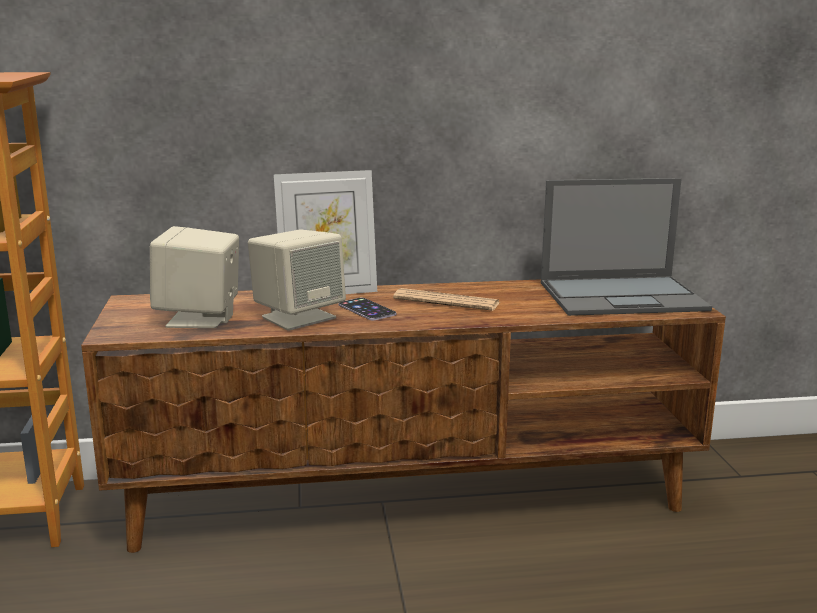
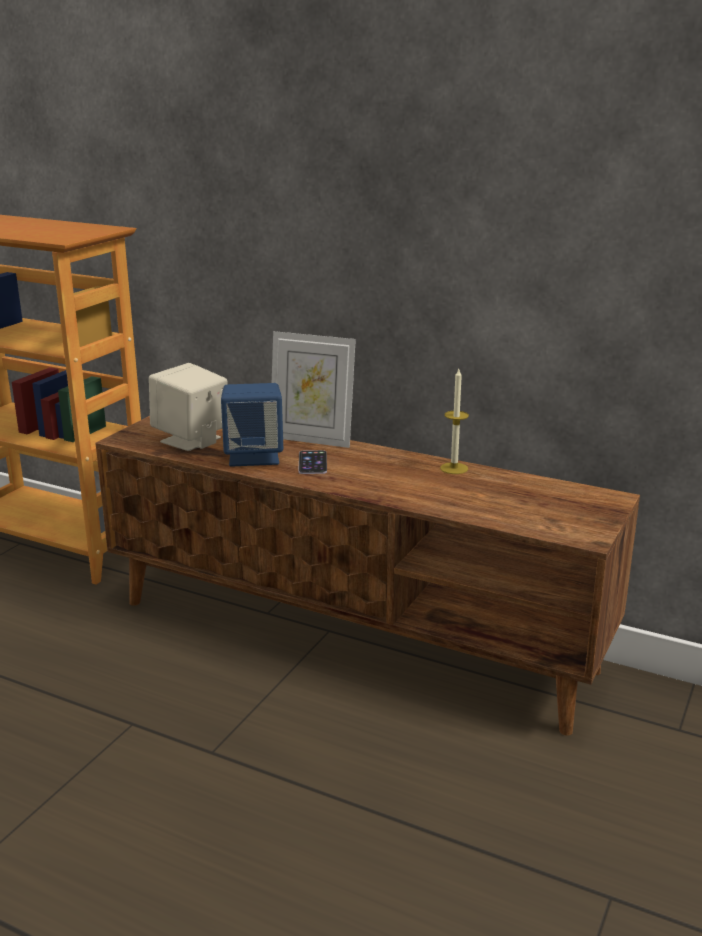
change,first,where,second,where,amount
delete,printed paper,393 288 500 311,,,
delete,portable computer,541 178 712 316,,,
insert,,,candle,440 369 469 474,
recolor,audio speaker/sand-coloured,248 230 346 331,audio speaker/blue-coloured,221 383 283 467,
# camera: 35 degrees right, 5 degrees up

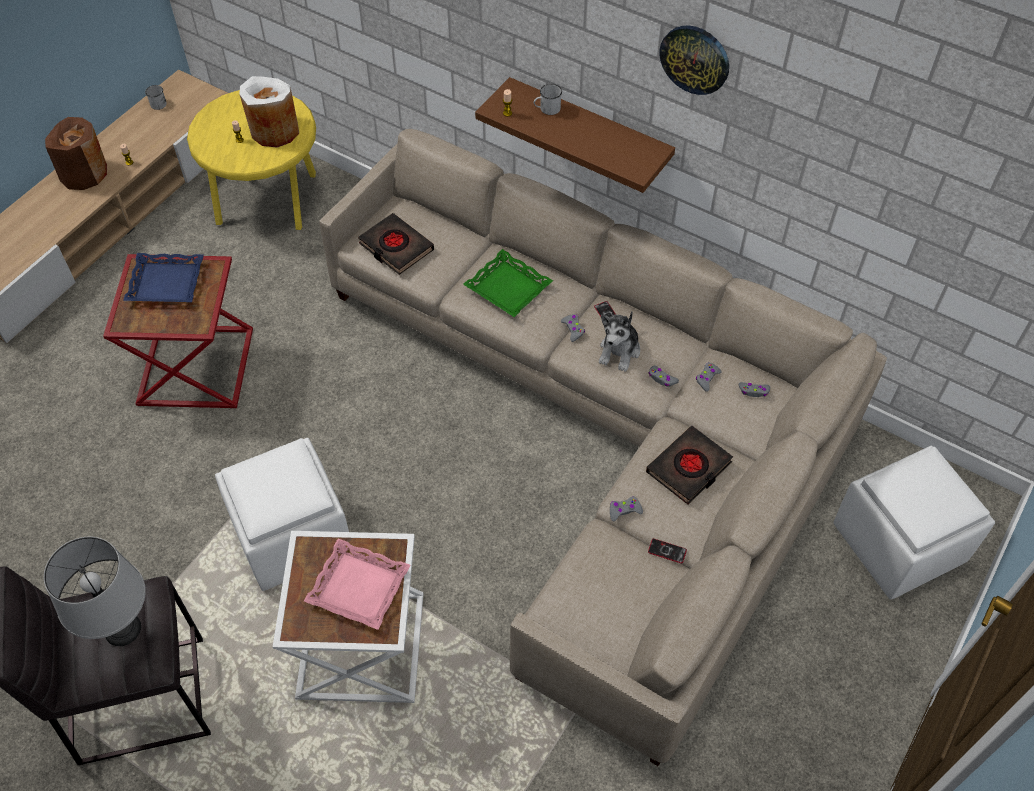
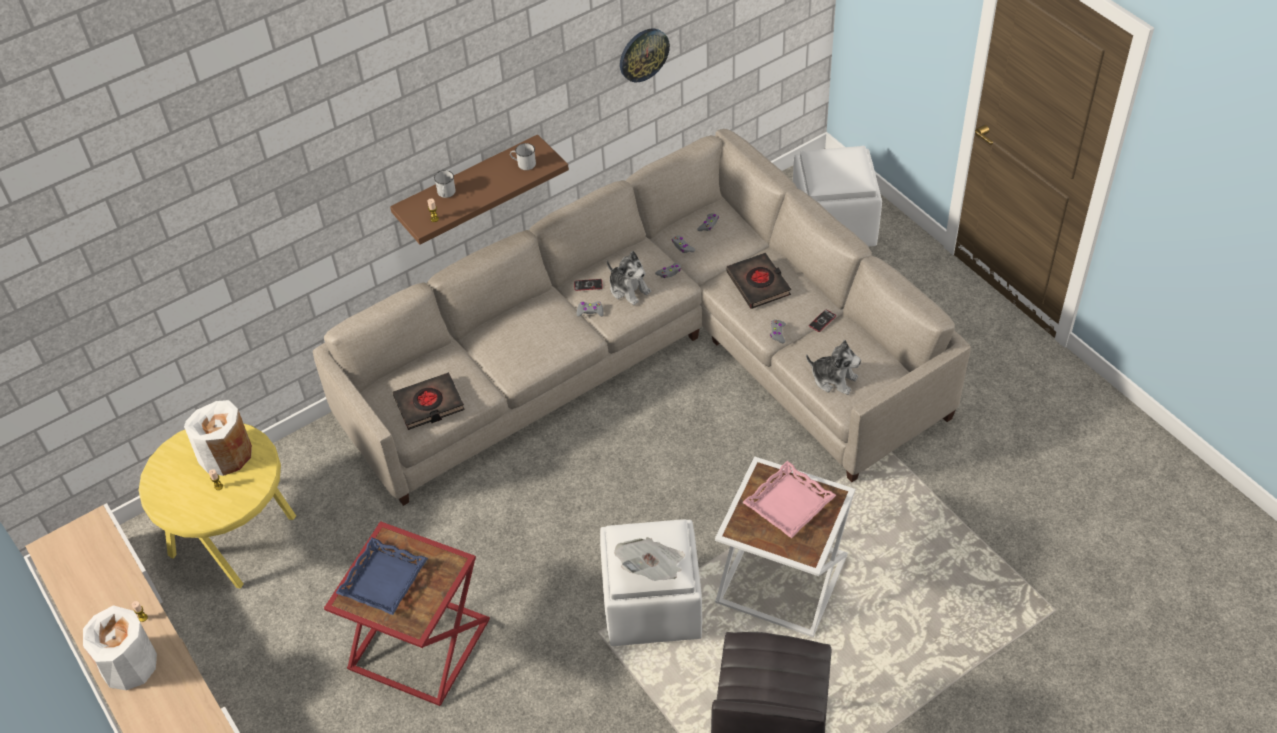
change,first,where,second,where,amount
delete,tabletop lamp/grey,44 537 146 646,,,
delete,serving tray/greenish,463 249 553 317,,,
insert,,,printed paper,614 537 685 581,
insert,,,cuddly toy,806 340 861 395,
move,mug/white,145 85 167 110,,510 143 536 170,
move,wall clock,659 26 729 95,,620 29 670 82,
recolor,decorative vase/brown,45 117 107 190,decorative vase/white,83 605 157 690,
# camera: 65 degrees left, 5 degrees down

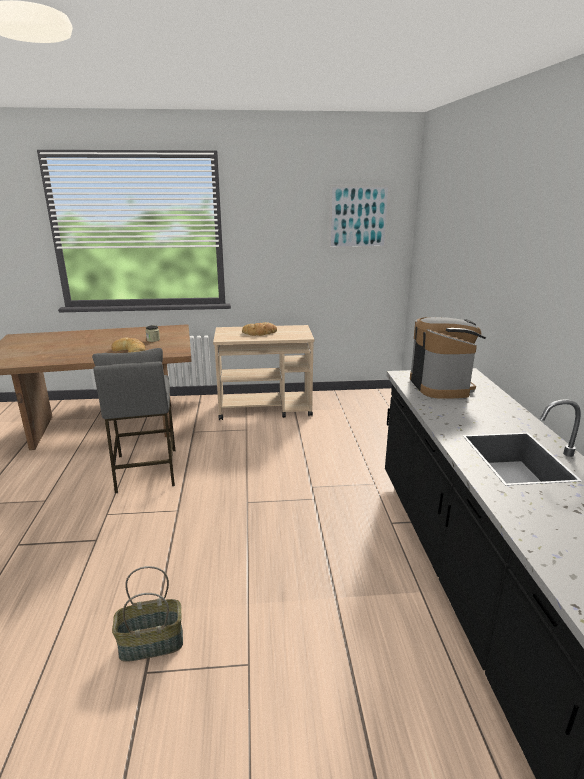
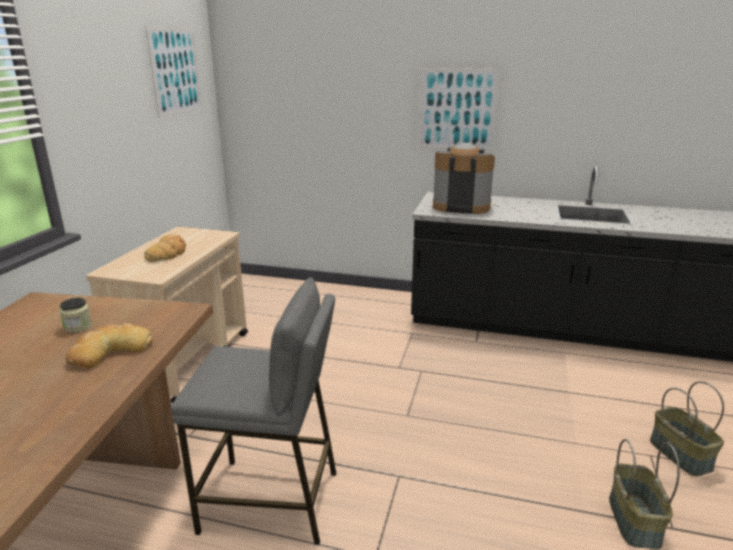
change,first,where,second,where,amount
insert,,,wall picture,417 68 501 151,
insert,,,storage basket,650 381 724 476,
# camera: 70 degrees left, 0 degrees up

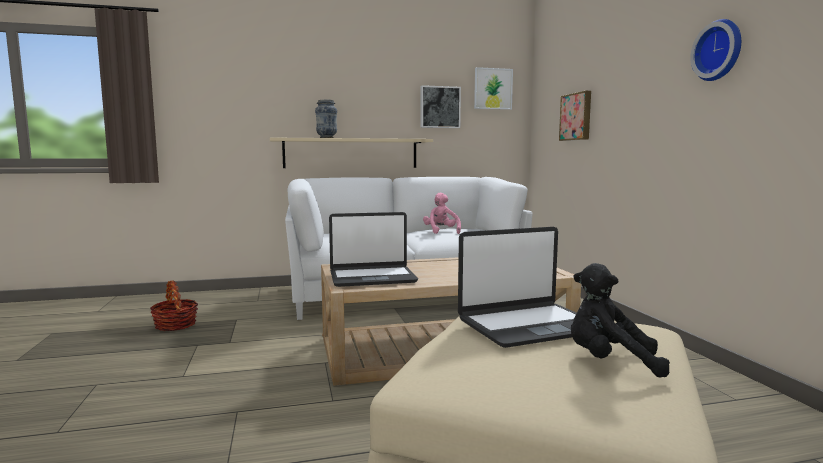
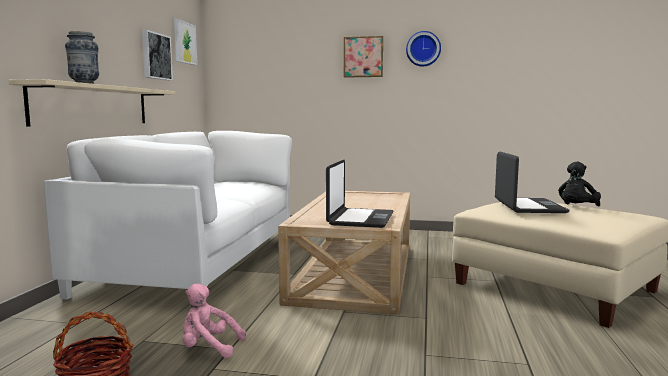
change,first,where,second,where,amount
move,cuddly toy/pinkish,423 193 461 234,,182 284 246 358,
move,wall picture,559 91 591 141,,344 36 383 78,
# camera: 65 degrees left, 0 degrees up

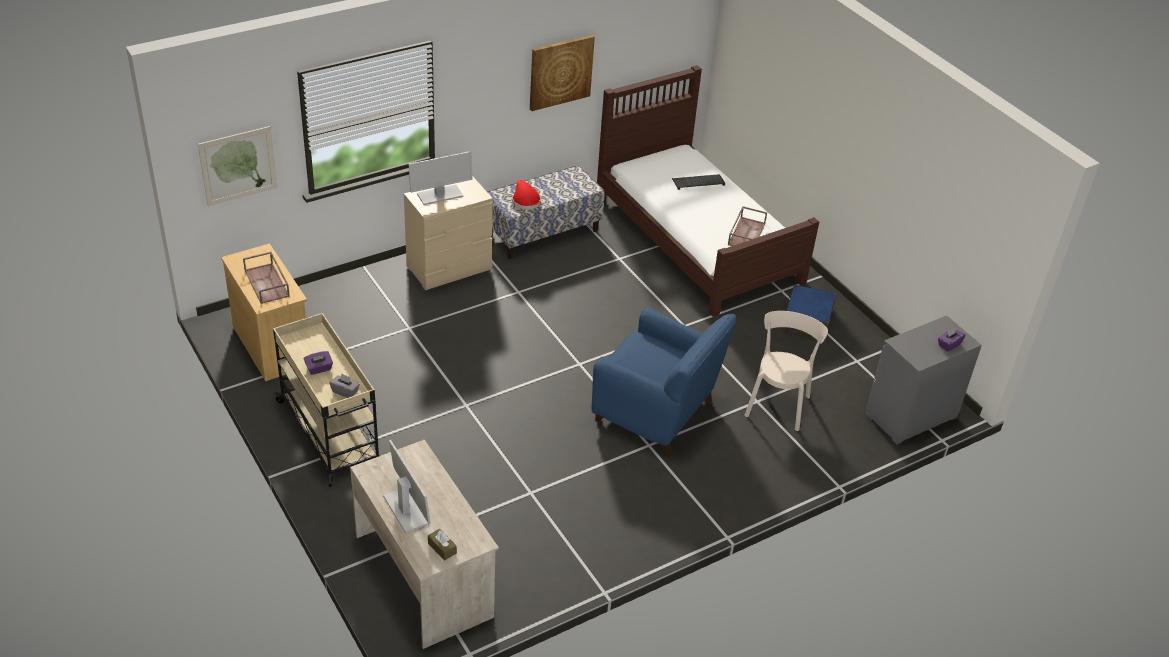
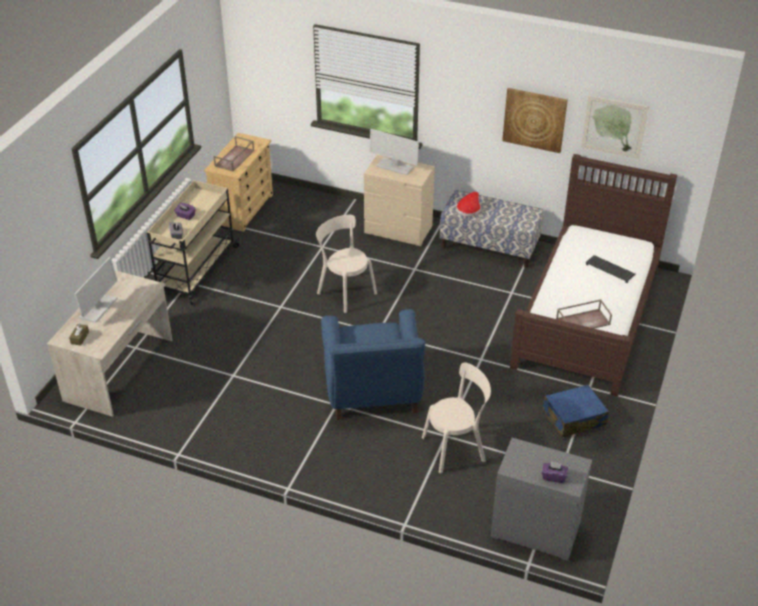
change,first,where,second,where,amount
insert,,,plain chair/sand-coloured,316 215 377 313,
move,wall picture,198 126 277 206,,581 96 649 159,
# camera: 55 degrees right, 0 degrees up

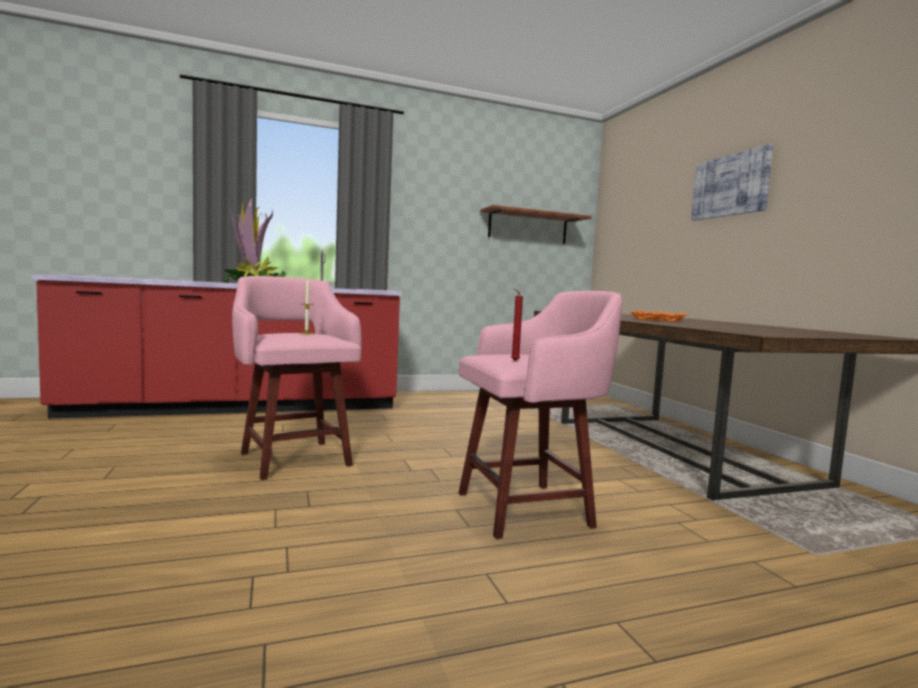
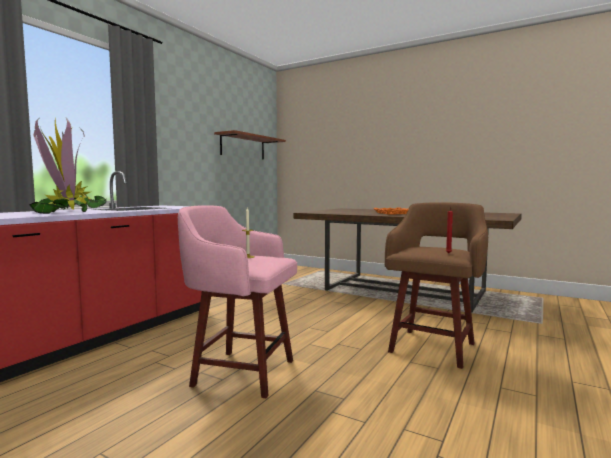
change,first,where,second,where,amount
delete,wall picture,691 144 773 221,,,
recolor,sitting stool/pinkish,459 291 622 539,sitting stool/brown,385 202 488 369,
# camera: 40 degrees left, 0 degrees up

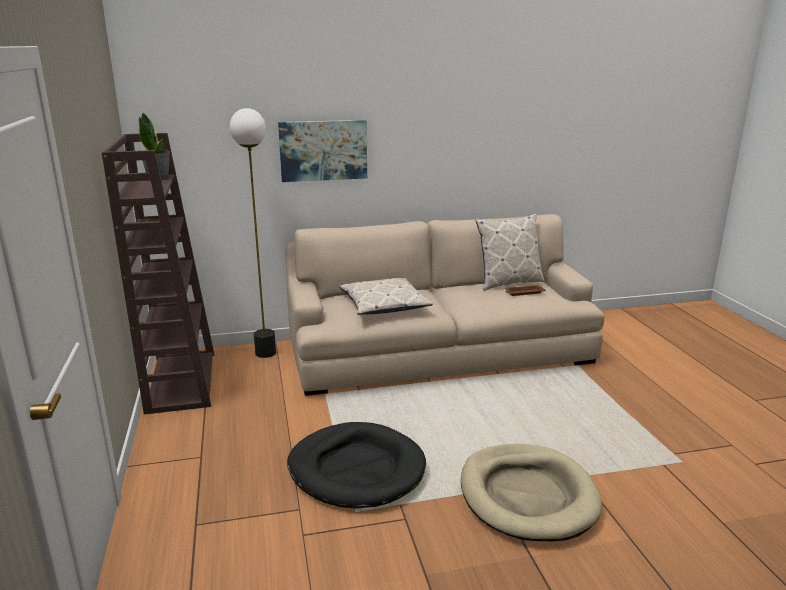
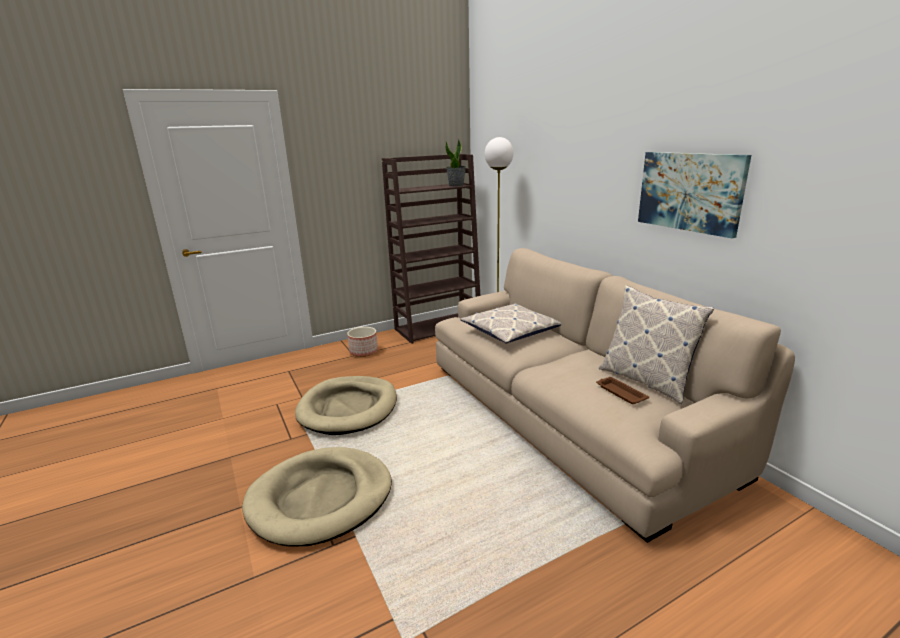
change,first,where,second,where,amount
insert,,,planter,347 327 378 357,
move,wall picture,278 120 367 182,,638 152 751 238,
recolor,dog bed/blackish,287 422 426 509,dog bed/sand-coloured,295 376 397 435,
# camera: 75 degrees right, 0 degrees up

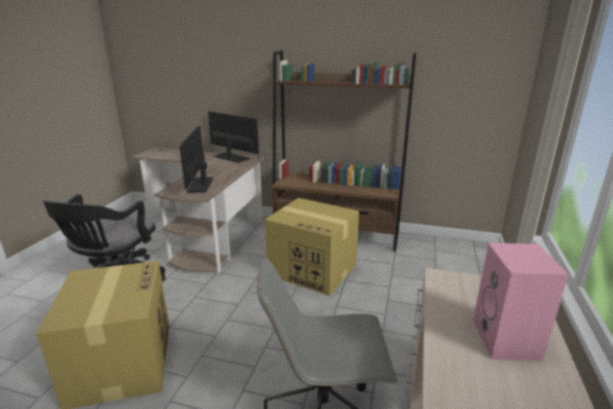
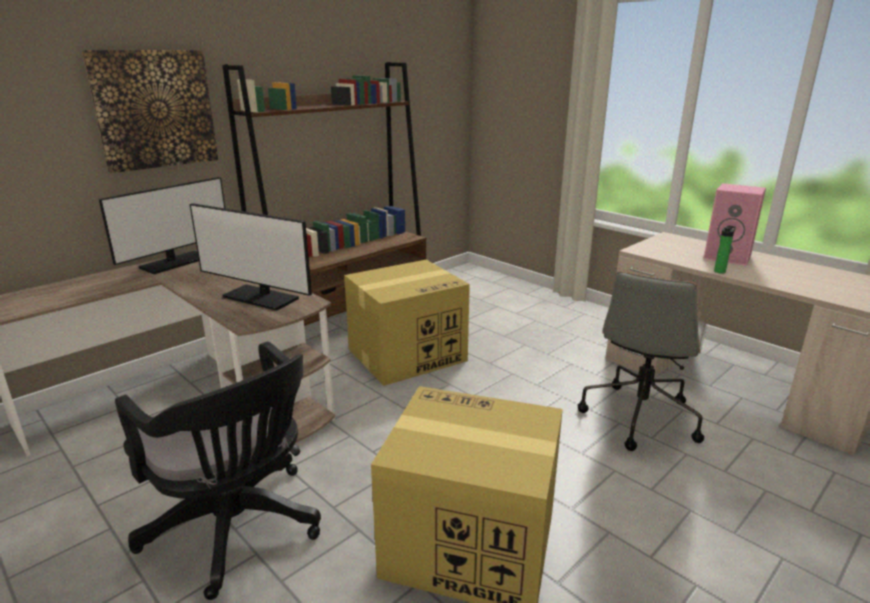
change,first,where,second,where,amount
insert,,,wall picture,82 50 218 173,
insert,,,drink bottle,714 226 736 274,
rotate,computer screen,208 111 259 163,,99 177 225 274,150 degrees clockwise
# camera: 60 degrees left, 0 degrees up

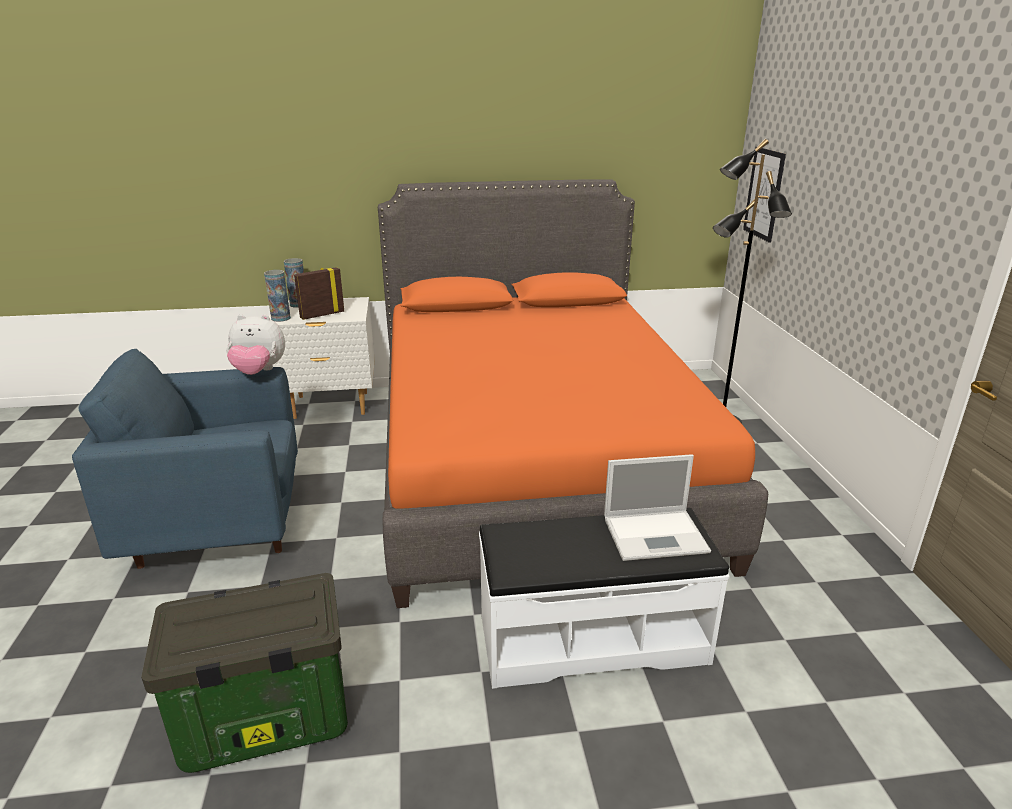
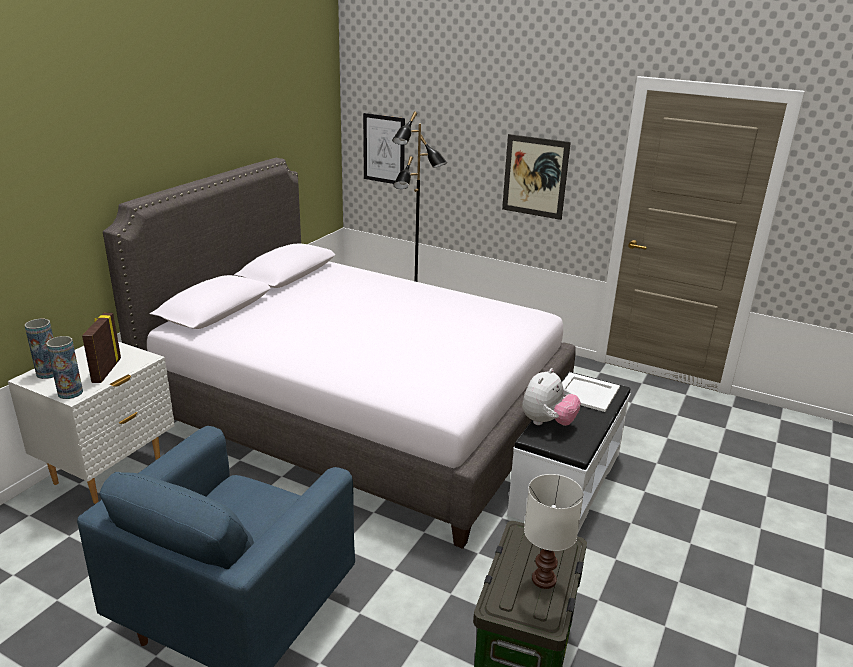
change,first,where,second,where,amount
insert,,,wall picture,502 134 571 220,
insert,,,tabletop lamp/white,524 474 584 589,
move,cuddly toy,226 315 285 375,,522 368 581 426,
replace,portable computer,604 454 711 561,serving tray/white,562 372 620 412,
recolor,bed/orange,378 179 768 608,bed/white,103 158 576 549,
# camera: 55 degrees left, 0 degrees up

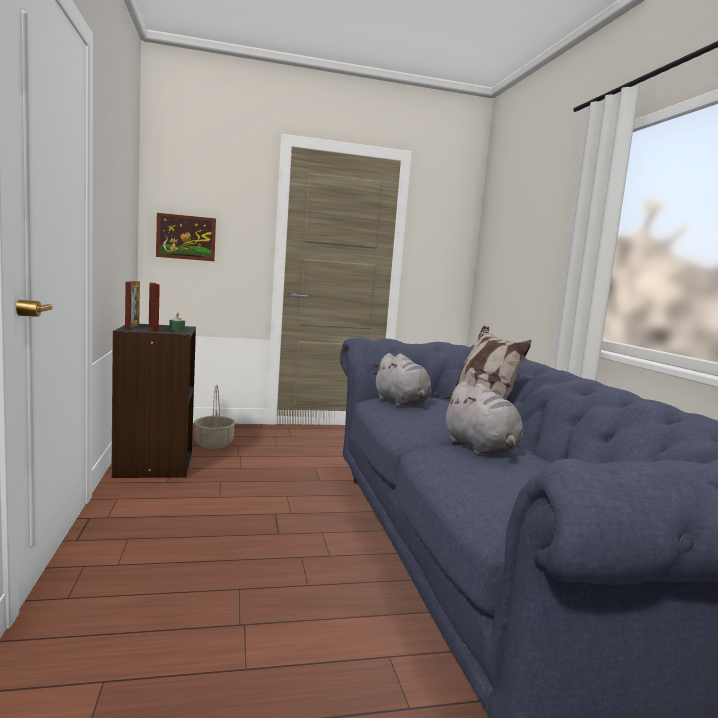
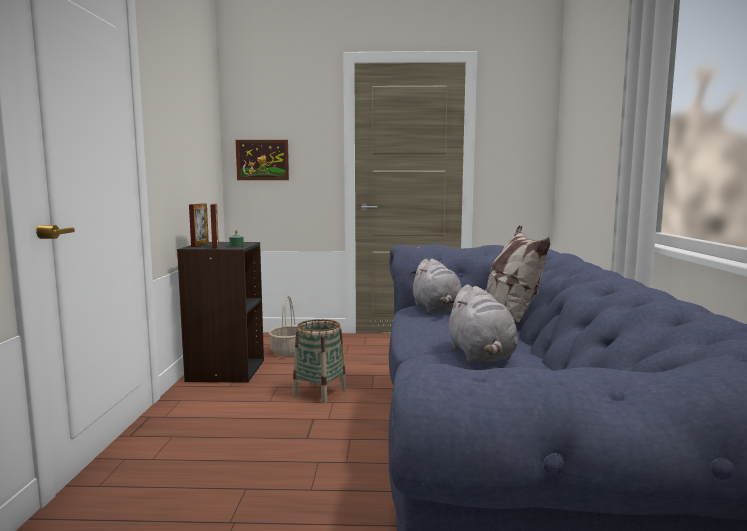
change,first,where,second,where,amount
insert,,,storage basket,292 319 347 403,
# camera: 15 degrees right, 0 degrees up

